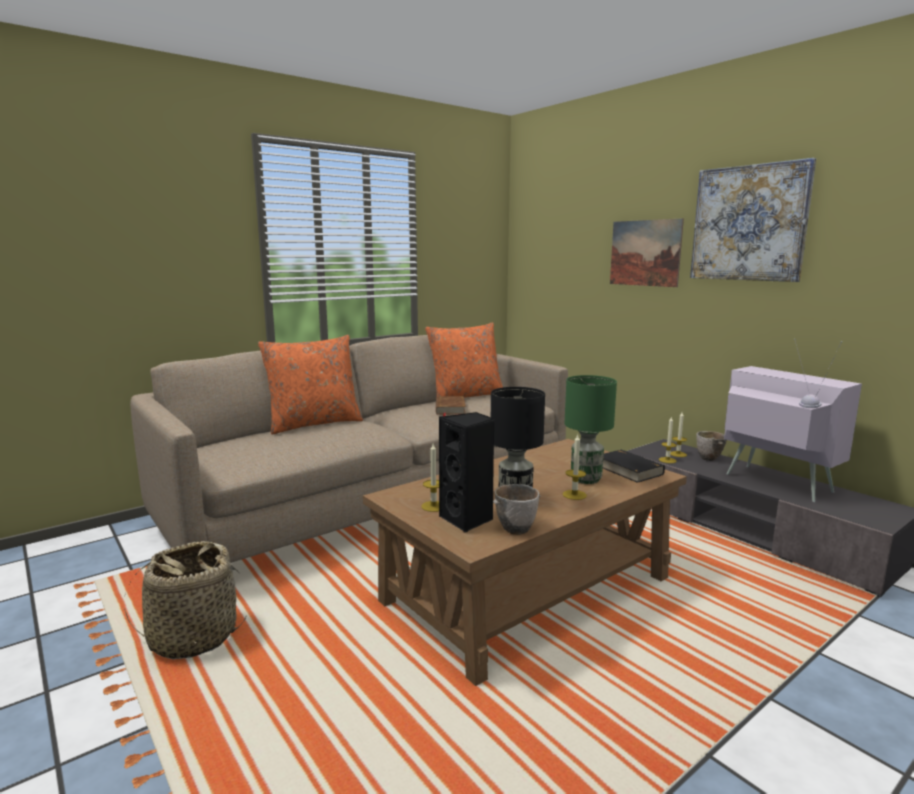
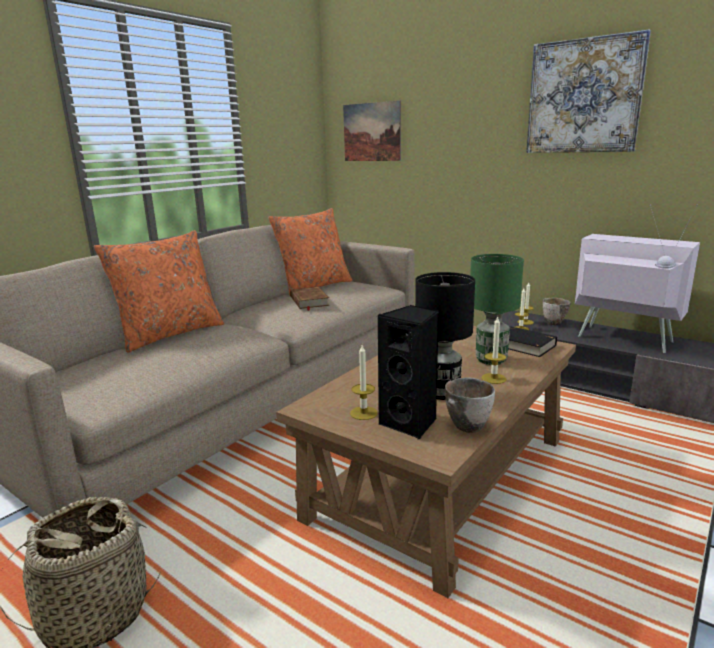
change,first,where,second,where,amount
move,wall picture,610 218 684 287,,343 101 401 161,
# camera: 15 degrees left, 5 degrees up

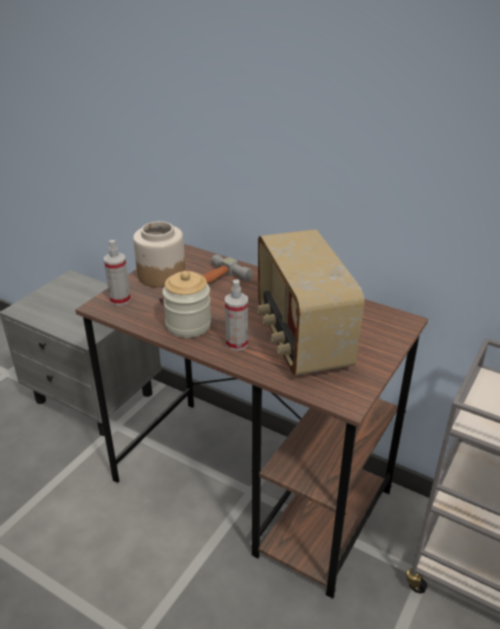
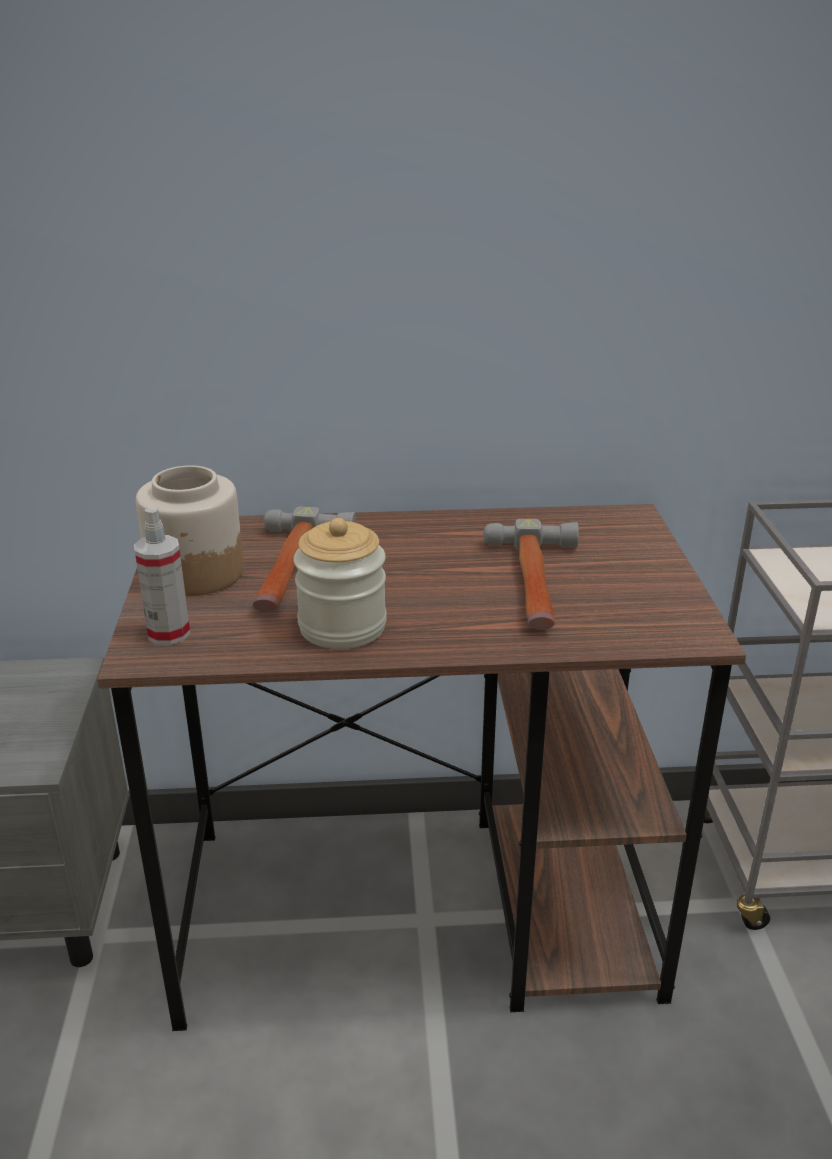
change,first,where,second,where,amount
delete,sprayer,225 279 248 351,,,
replace,radio receiver,257 229 364 376,hand hammer,483 519 579 630,
# camera: 35 degrees left, 5 degrees down

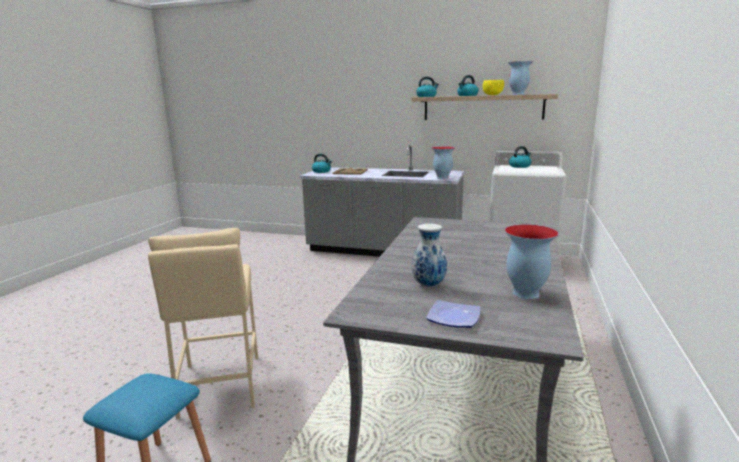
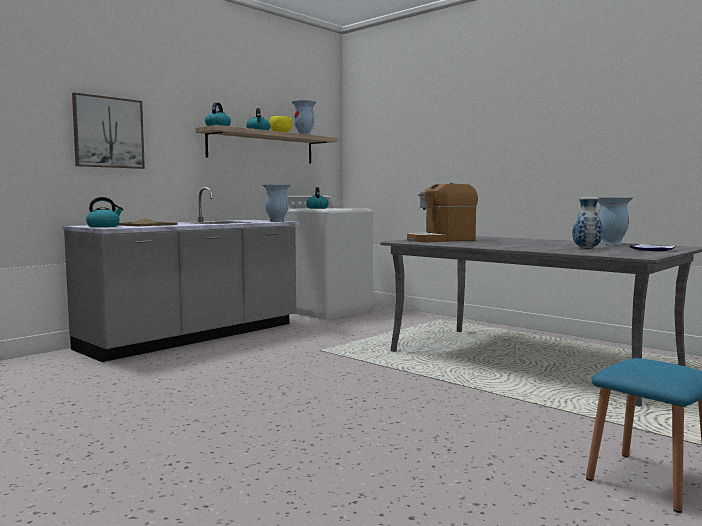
change,first,where,second,where,amount
delete,sitting stool/sand-coloured,148 228 258 420,,,
insert,,,wall picture,72 92 145 169,
insert,,,coffee maker,407 183 478 242,
# camera: 65 degrees left, 10 degrees down

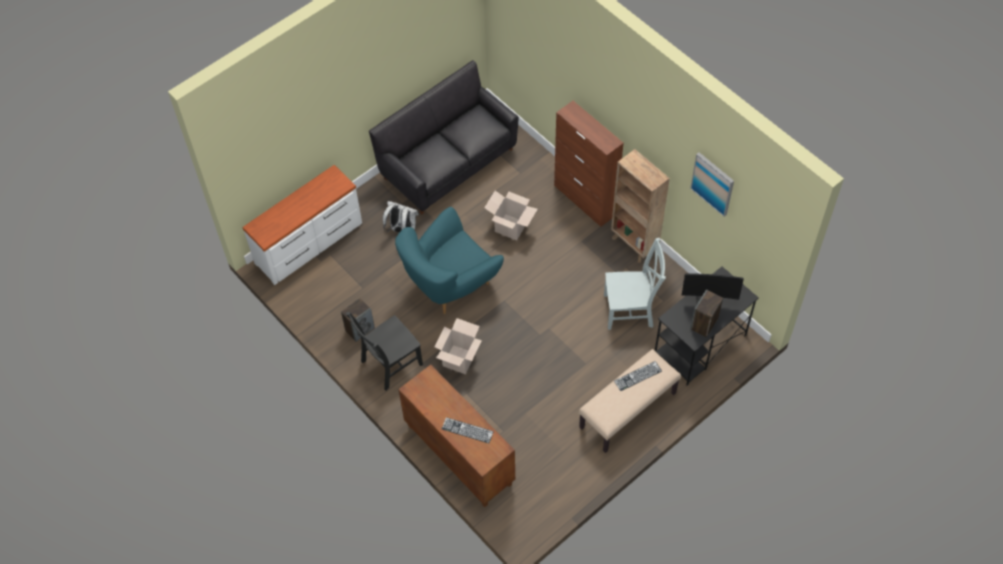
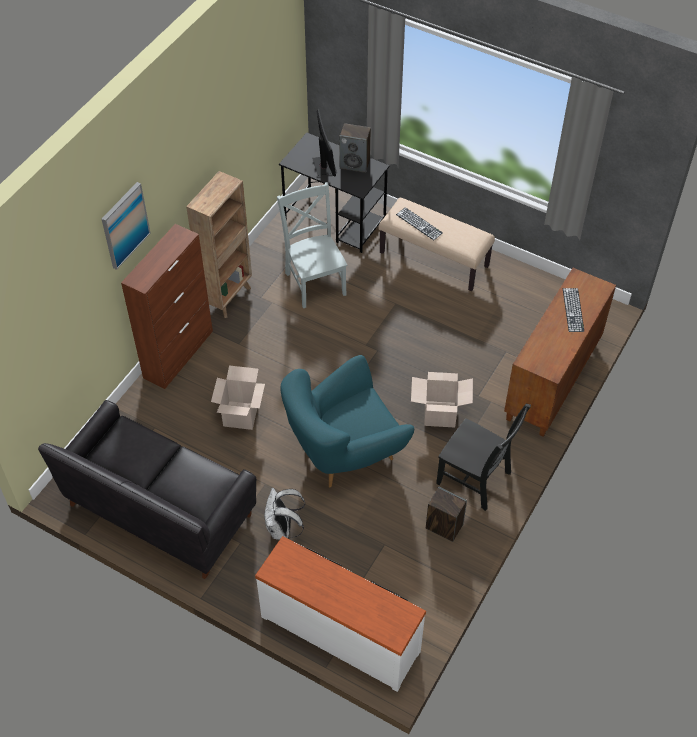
change,first,where,second,where,amount
move,wall picture,690 152 734 217,,102 182 151 270,
rotate,armchair/turquoise-coloured,395 207 504 314,,280 355 414 487,120 degrees clockwise
# camera: 110 degrees left, 5 degrees down

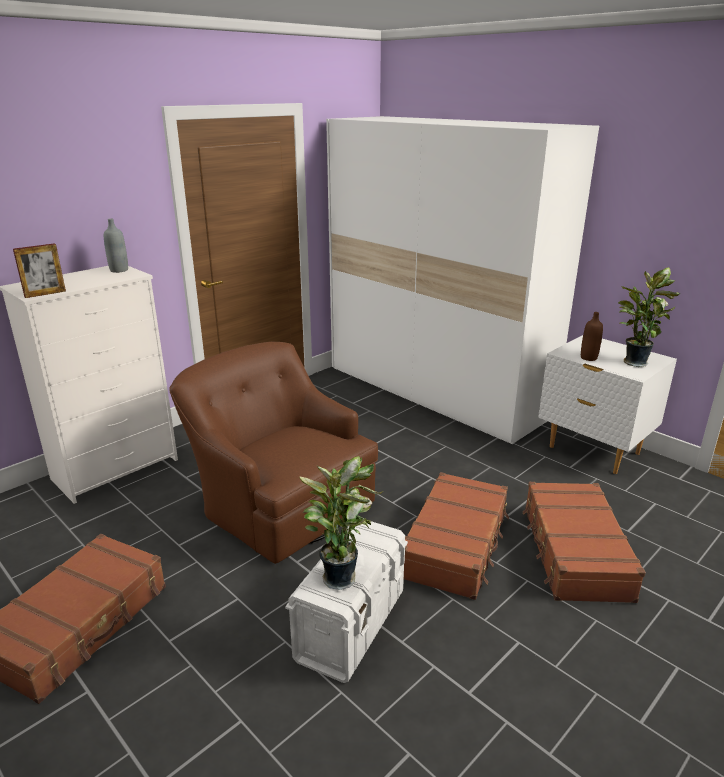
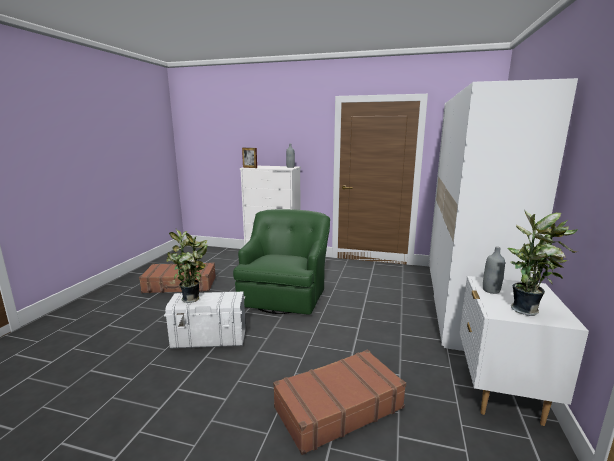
change,first,where,second,where,amount
delete,piece of luggage/brown,404 472 509 600,,,
recolor,armchair/brown,169 342 378 564,armchair/greenish,233 209 330 315,
recolor,drink bottle/brown,581 312 603 361,drink bottle/grey,483 246 505 294,
# camera: 60 degrees right, 10 degrees down

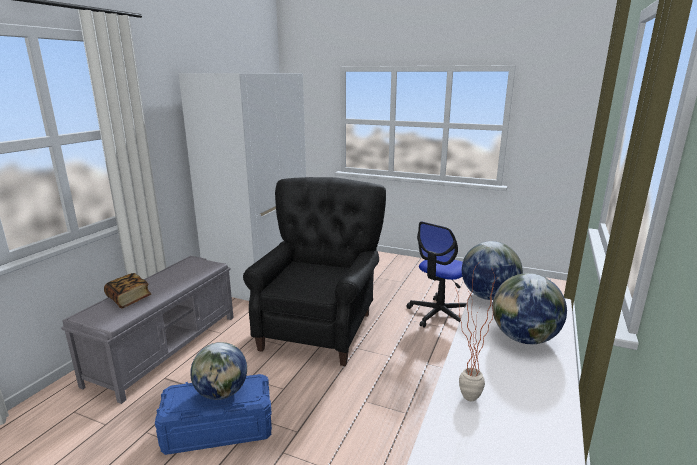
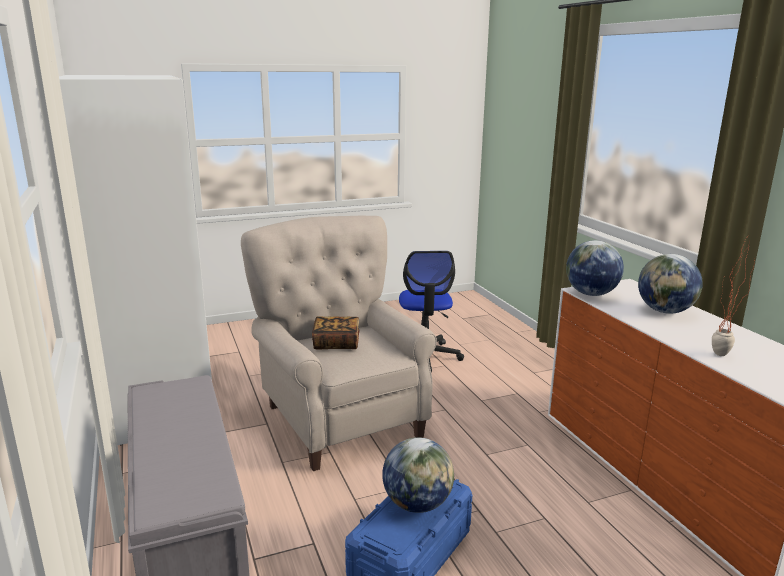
change,first,where,second,where,amount
move,volume,104 273 151 308,,312 317 359 349,
recolor,armchair/blackish,243 177 386 366,armchair/sand-coloured,241 215 437 471,
# camera: 45 degrees left, 0 degrees up

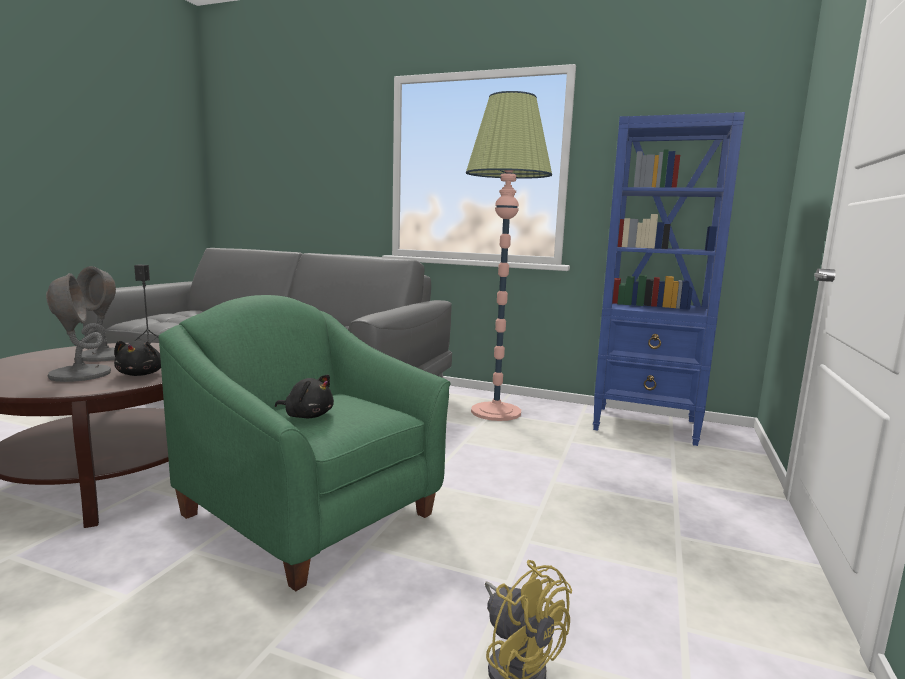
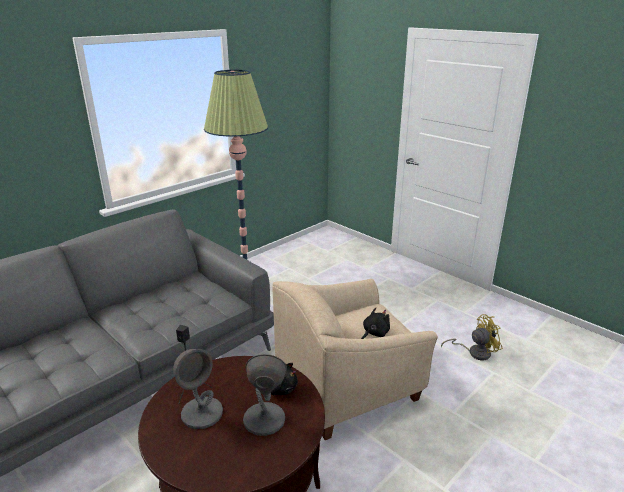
change,first,where,second,where,amount
delete,bookcase/blue-coloured,593 112 745 446,,,
recolor,armchair/greenish,159 295 451 591,armchair/sand-coloured,272 279 438 440,
# camera: 65 degrees left, 15 degrees up

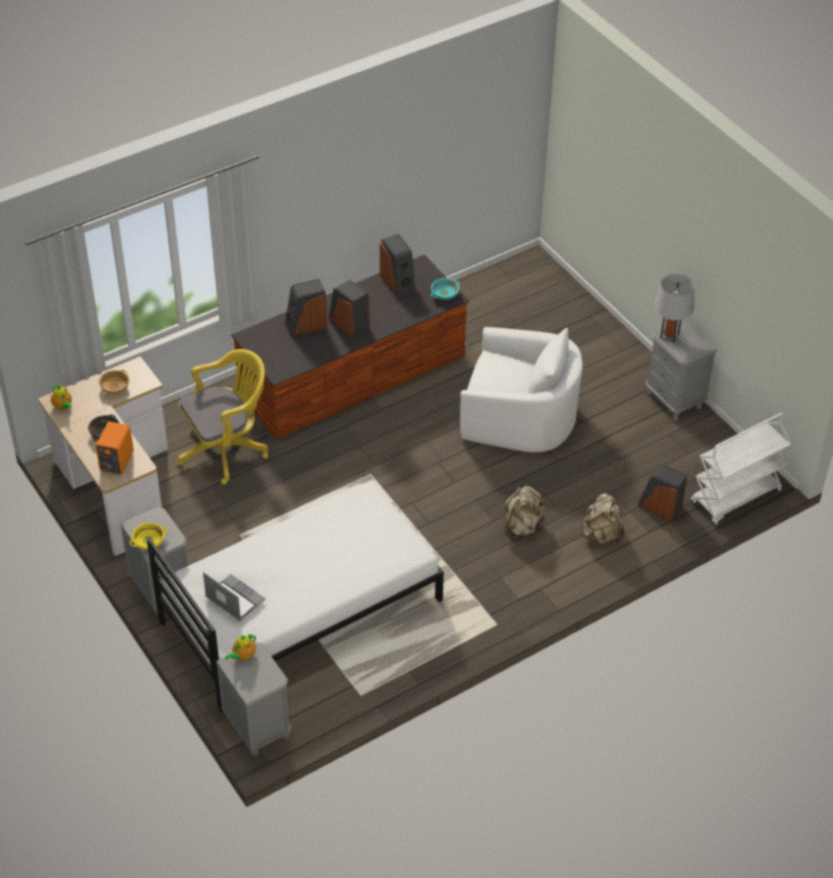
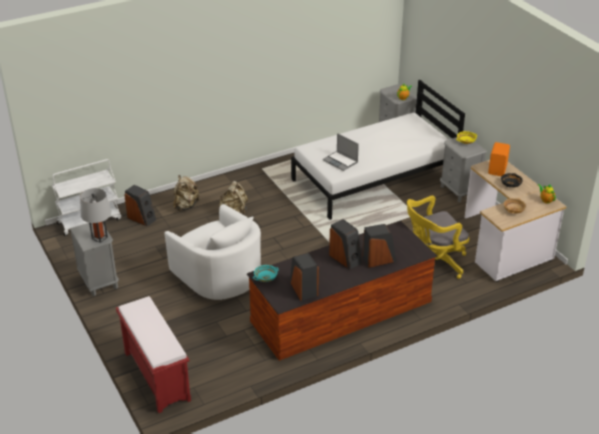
change,first,where,second,where,amount
insert,,,indoor bench/red,116 296 191 413,
move,portable computer,203 572 265 621,,323 133 359 171,
rotate,armchair/white,460 327 583 452,,164 204 261 300,150 degrees counterclockwise
# camera: 175 degrees left, 10 degrees down

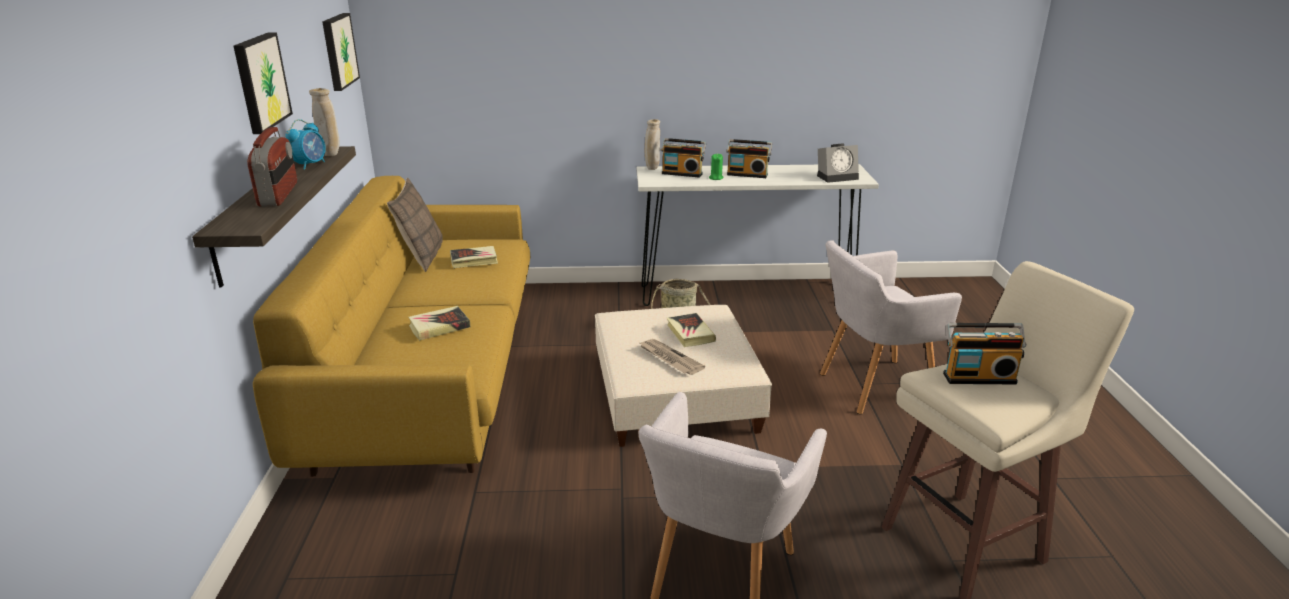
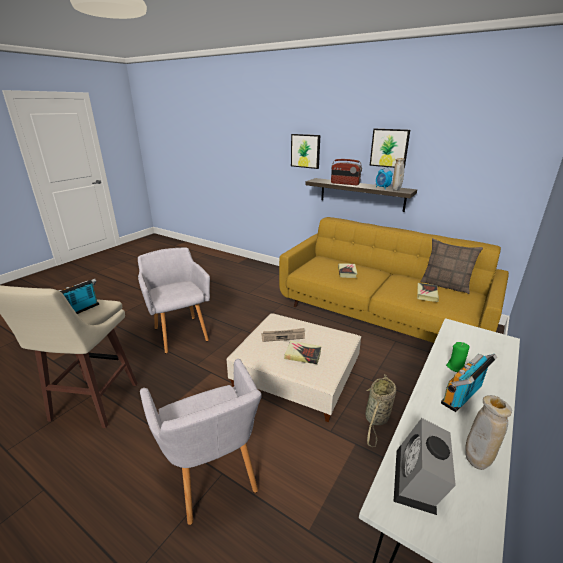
change,first,where,second,where,amount
delete,radio receiver,661 138 706 178,,,
move,wall picture,323 13 360 91,,291 134 320 169,
move,decorative vase/sand-coloured,645 119 660 170,,465 395 512 470,
rotate,armchair/grey,820 240 962 414,,140 359 262 525,135 degrees clockwise
# camera: 125 degrees right, 0 degrees up

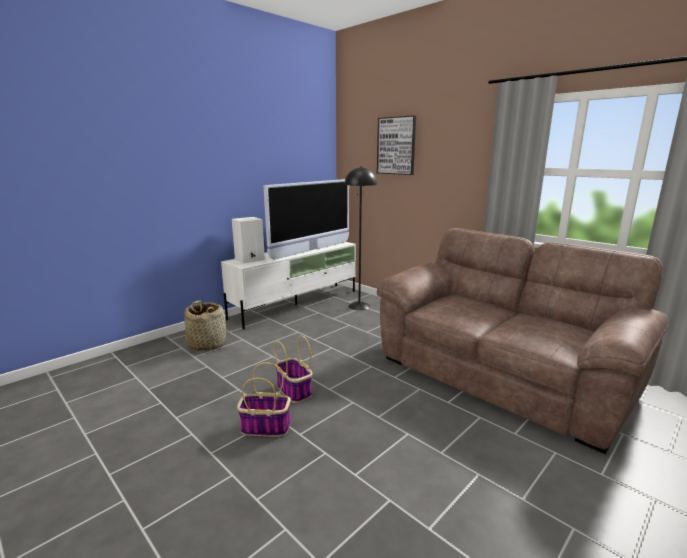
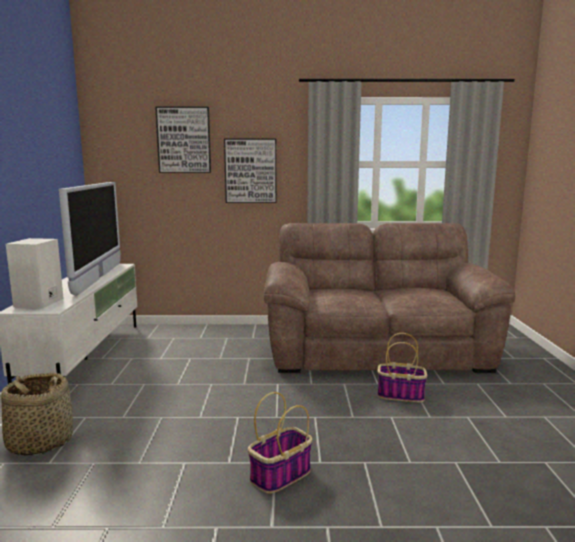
change,first,where,second,where,amount
delete,standing lamp/blackish,345 166 377 310,,,
insert,,,wall picture,224 139 277 203,
move,storage basket,274 335 312 403,,378 333 427 402,
# camera: 45 degrees left, 5 degrees down

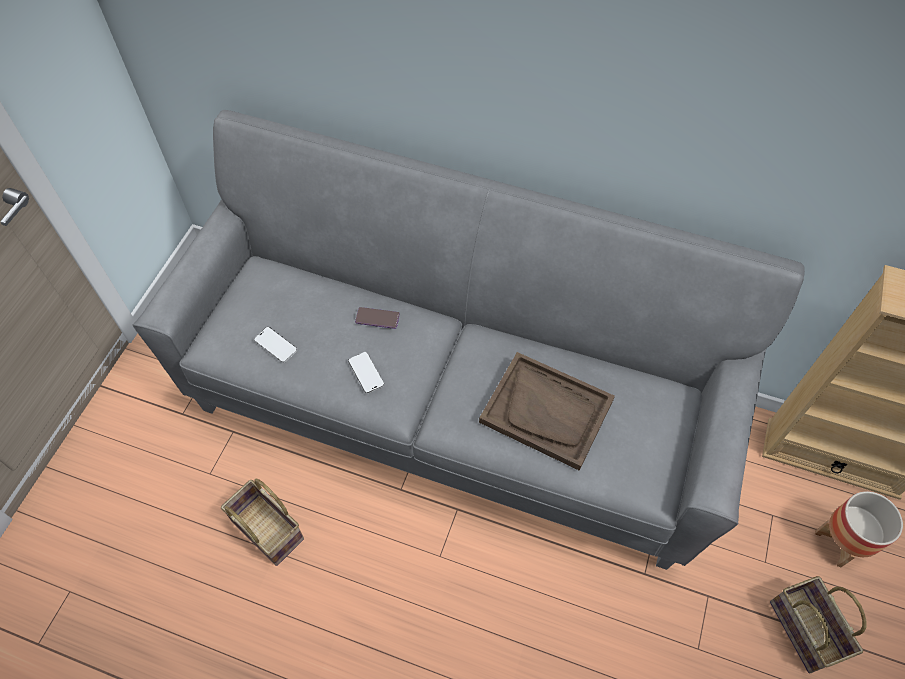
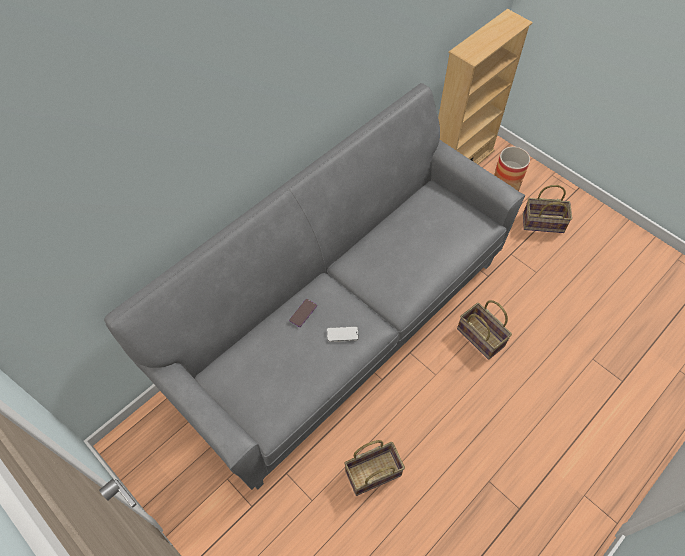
change,first,where,second,where,amount
delete,telephone,254 327 297 363,,,
delete,serving tray/brown,479 352 615 471,,,
insert,,,storage basket,457 300 512 360,
# camera: 65 degrees left, 0 degrees up

